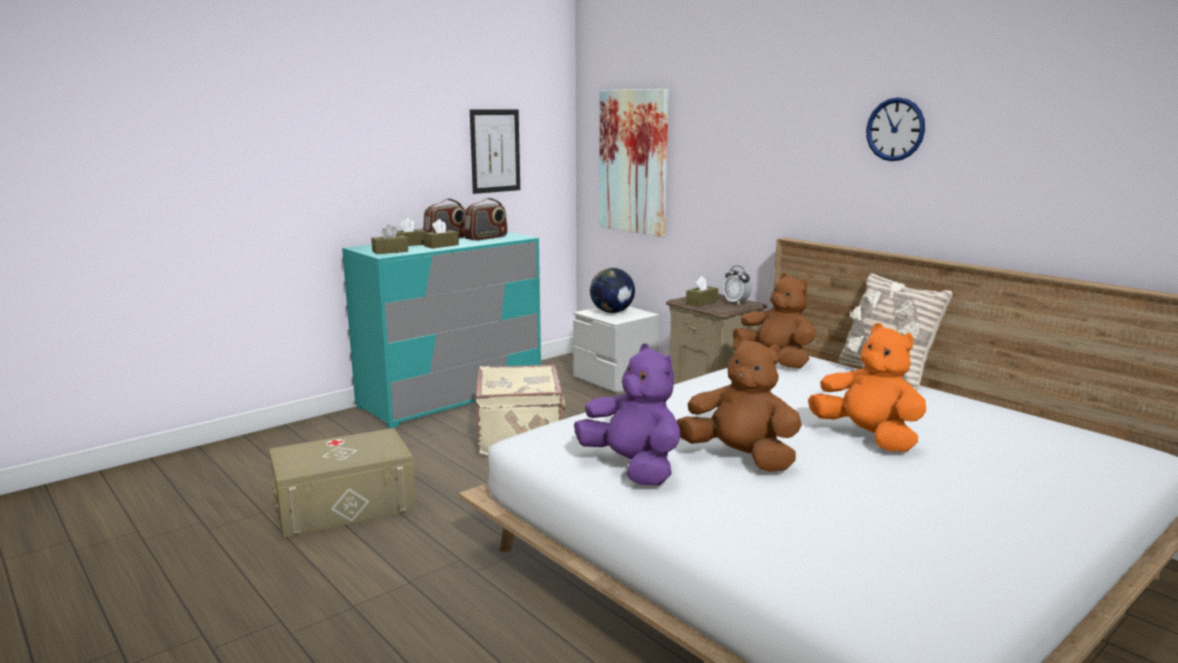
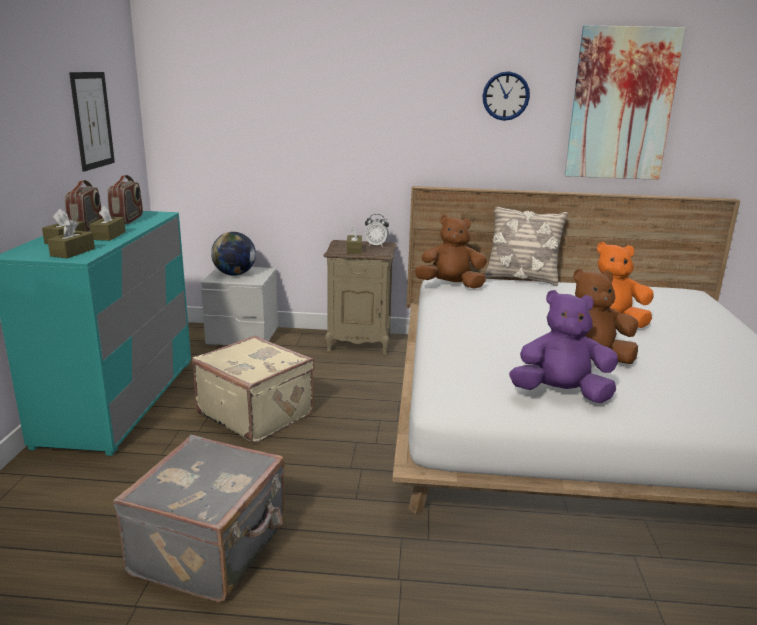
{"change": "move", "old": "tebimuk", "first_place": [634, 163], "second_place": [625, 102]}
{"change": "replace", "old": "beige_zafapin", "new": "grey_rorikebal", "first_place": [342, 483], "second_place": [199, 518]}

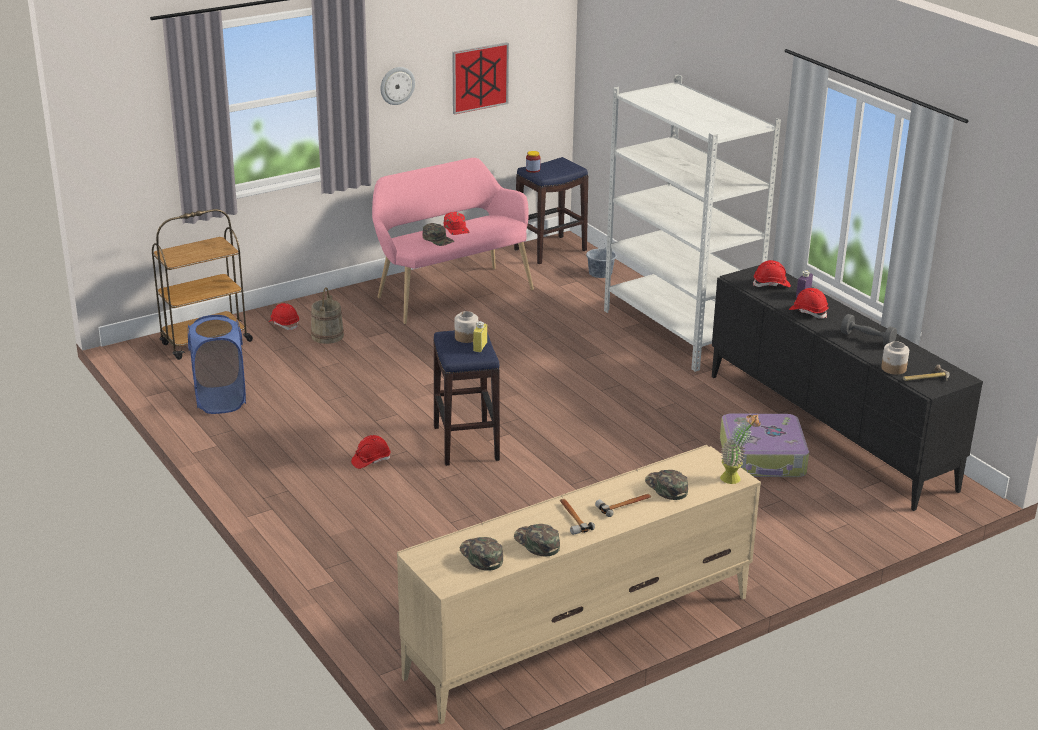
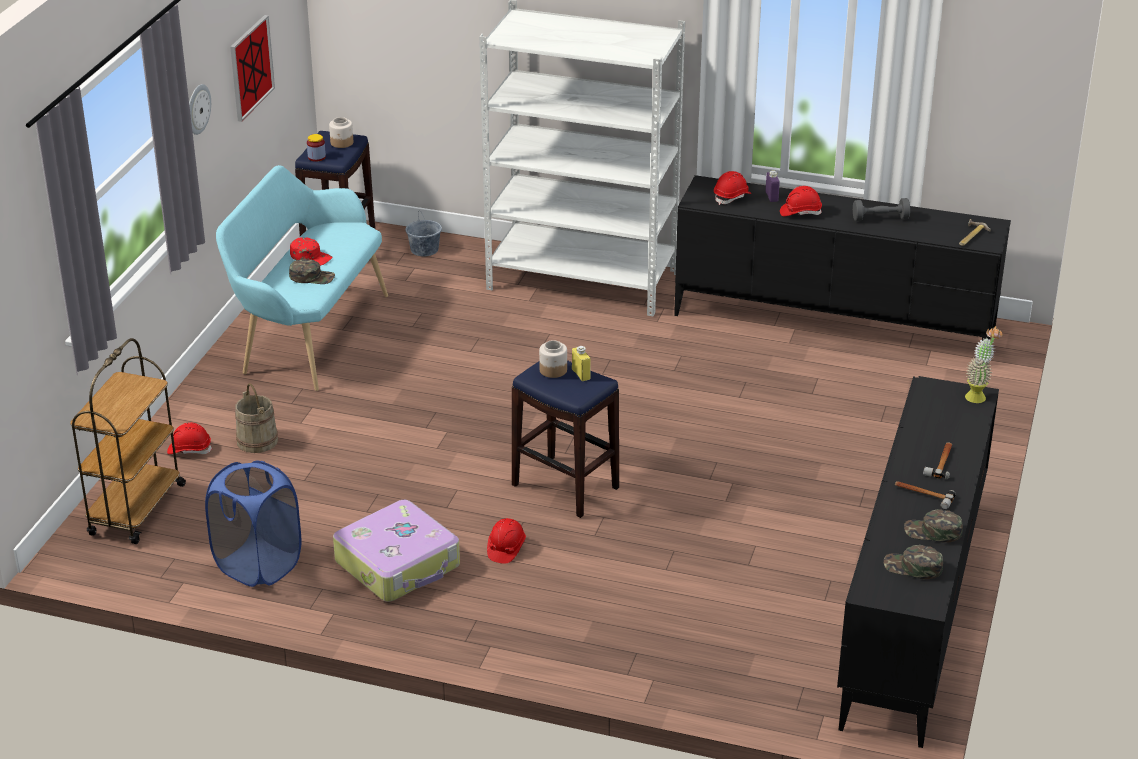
{"change": "recolor", "old": "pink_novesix", "new": "turquoise_novesix", "first_place": [453, 241], "second_place": [302, 278]}
{"change": "move", "old": "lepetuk", "first_place": [895, 358], "second_place": [341, 132]}
{"change": "move", "old": "rorikebal", "first_place": [764, 445], "second_place": [396, 551]}
{"change": "recolor", "old": "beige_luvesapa", "new": "black_luvesapa", "first_place": [579, 584], "second_place": [918, 562]}
{"change": "delete", "old": "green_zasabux", "first_place": [666, 485]}

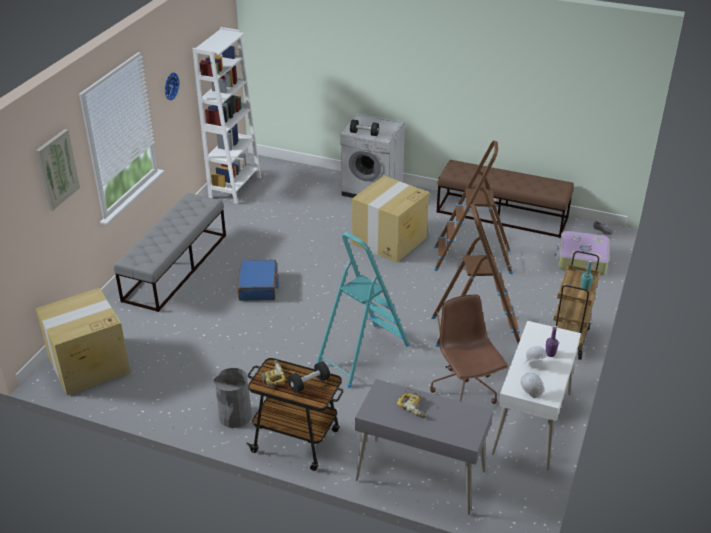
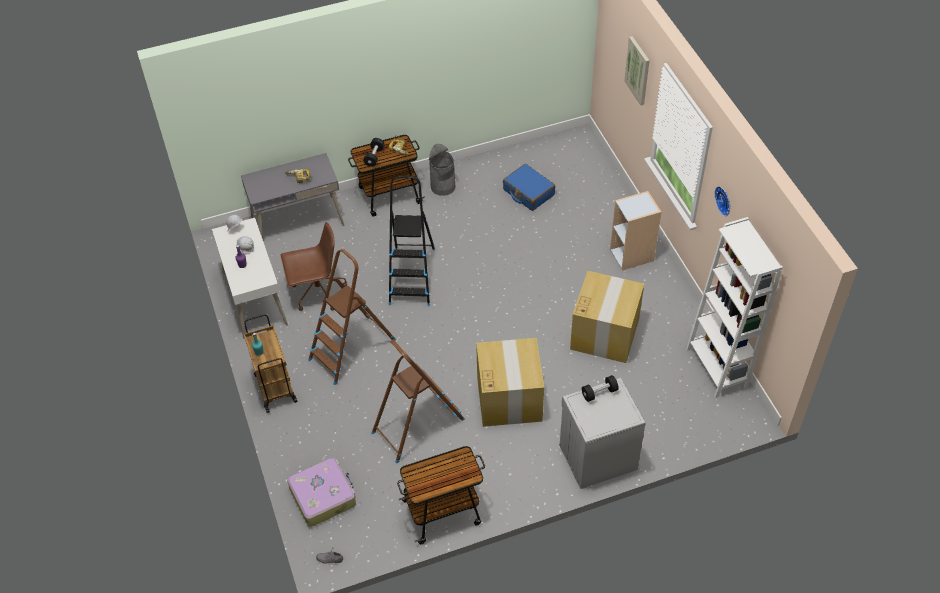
{"change": "replace", "old": "brown_novesix", "new": "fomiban", "first_place": [505, 199], "second_place": [441, 495]}
{"change": "replace", "old": "grey_novesix", "new": "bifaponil", "first_place": [170, 252], "second_place": [636, 231]}
{"change": "recolor", "old": "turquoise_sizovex", "new": "black_sizovex", "first_place": [362, 310], "second_place": [412, 240]}
{"change": "move", "old": "blue_rorikebal", "first_place": [258, 280], "second_place": [529, 187]}
{"change": "move", "old": "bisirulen", "first_place": [83, 341], "second_place": [607, 317]}
{"change": "rotate", "old": "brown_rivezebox", "first_place": [469, 349], "second_place": [313, 266], "degrees": -45}

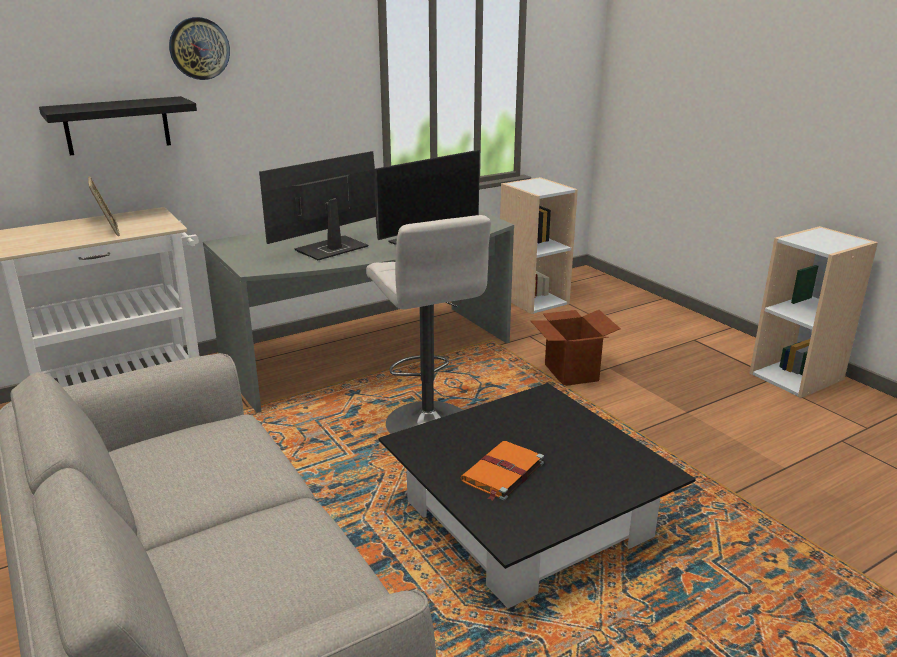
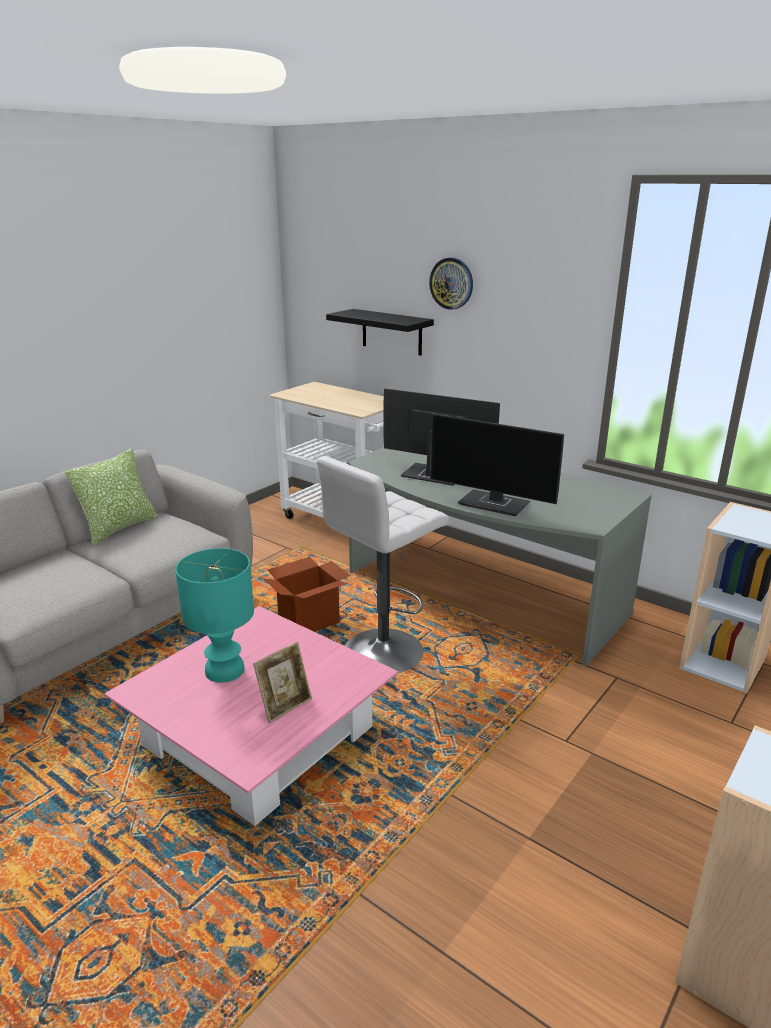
{"change": "move", "old": "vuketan", "first_place": [104, 206], "second_place": [282, 682]}
{"change": "move", "old": "bisirulen", "first_place": [575, 348], "second_place": [307, 594]}
{"change": "recolor", "old": "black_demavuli", "new": "pink_demavuli", "first_place": [537, 495], "second_place": [251, 716]}
{"change": "replace", "old": "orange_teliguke", "new": "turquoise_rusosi", "first_place": [502, 471], "second_place": [214, 615]}
{"change": "insert", "new": "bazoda", "second_place": [111, 496]}

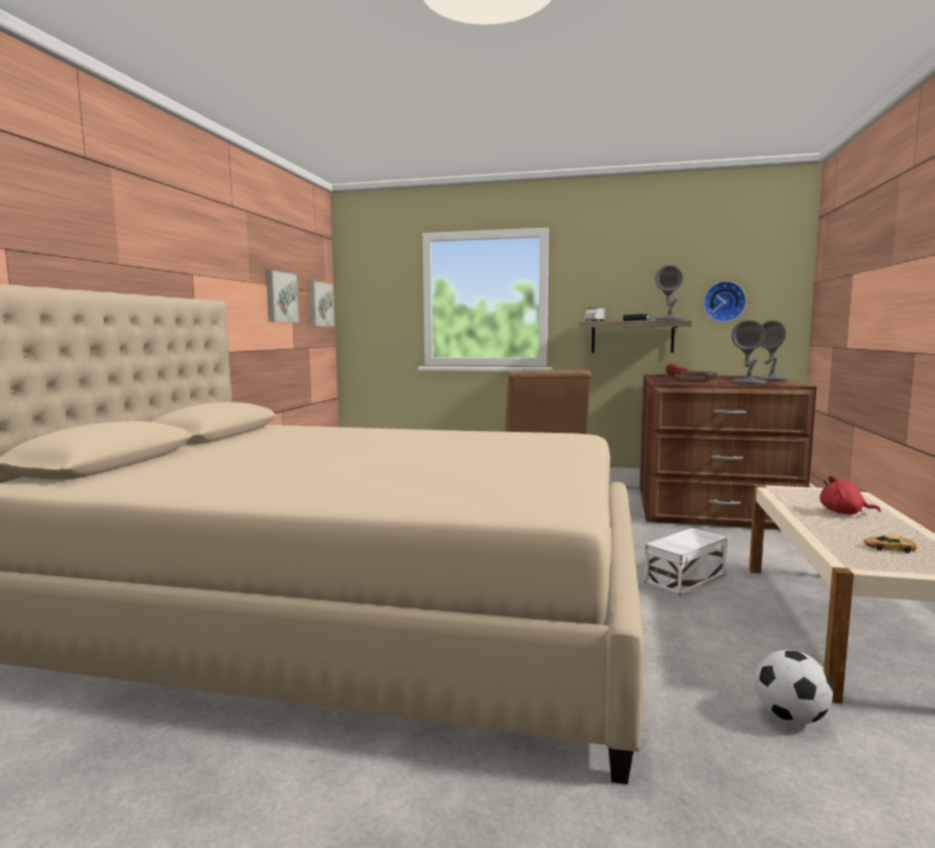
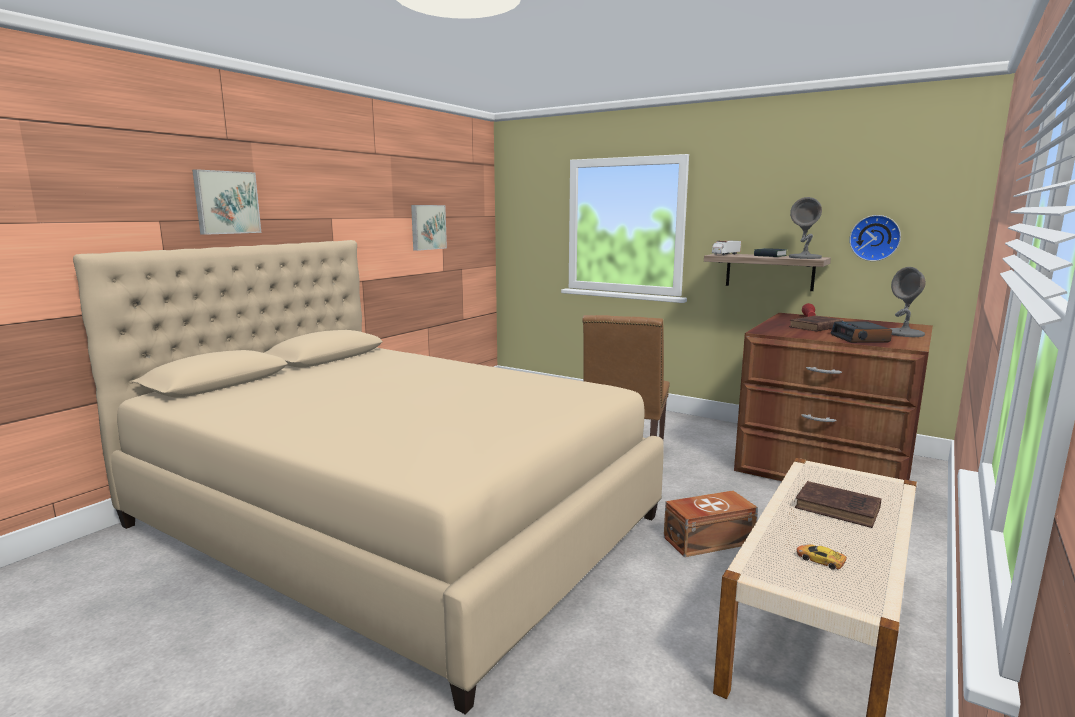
{"change": "move", "old": "tebimuk", "first_place": [321, 303], "second_place": [226, 202]}
{"change": "replace", "old": "grey_rusosi", "new": "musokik", "first_place": [749, 352], "second_place": [861, 332]}
{"change": "replace", "old": "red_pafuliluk", "new": "brown_teliguke", "first_place": [850, 495], "second_place": [838, 504]}
{"change": "recolor", "old": "white_zafapin", "new": "brown_zafapin", "first_place": [685, 562], "second_place": [711, 524]}
{"change": "delete", "old": "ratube", "first_place": [794, 687]}

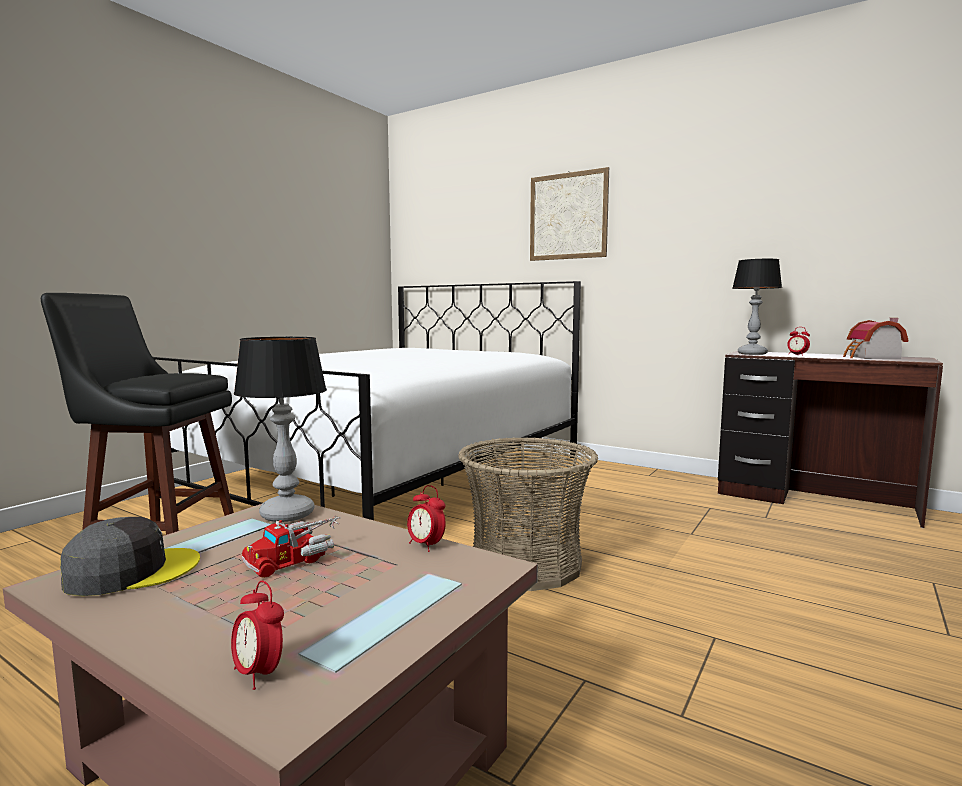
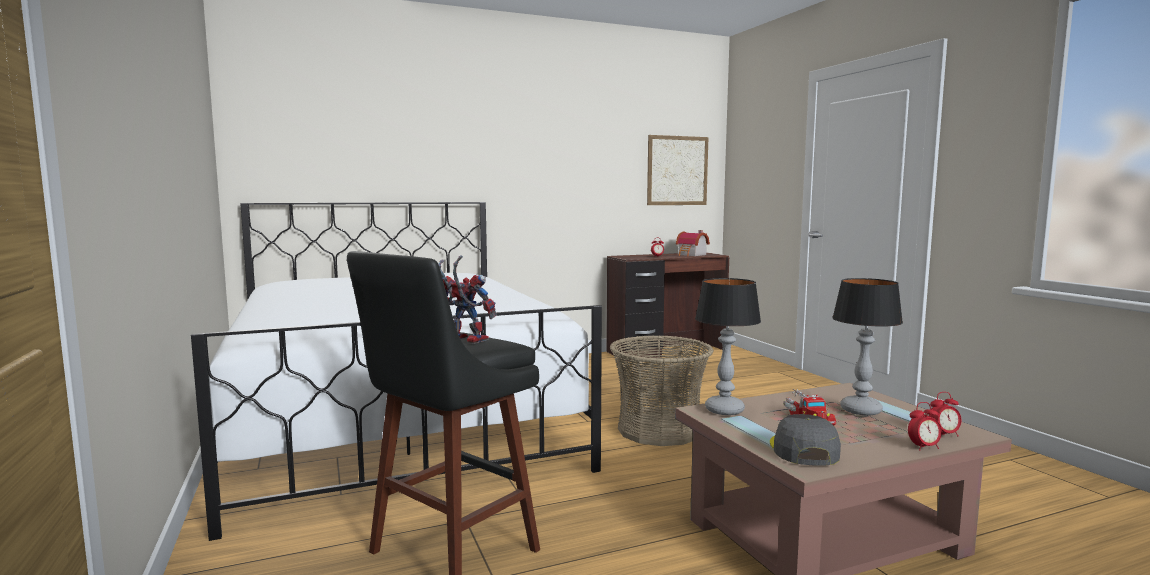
{"change": "move", "old": "tebimuk", "first_place": [569, 214], "second_place": [677, 169]}
{"change": "move", "old": "rusosi", "first_place": [757, 307], "second_place": [867, 347]}
{"change": "move", "old": "musokik", "first_place": [426, 518], "second_place": [925, 426]}
{"change": "insert", "new": "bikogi", "second_place": [467, 299]}

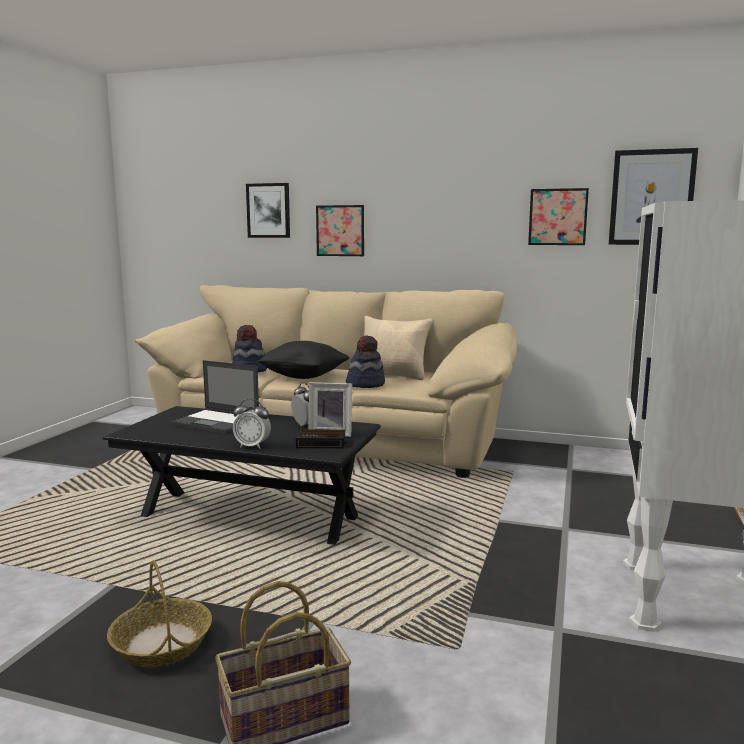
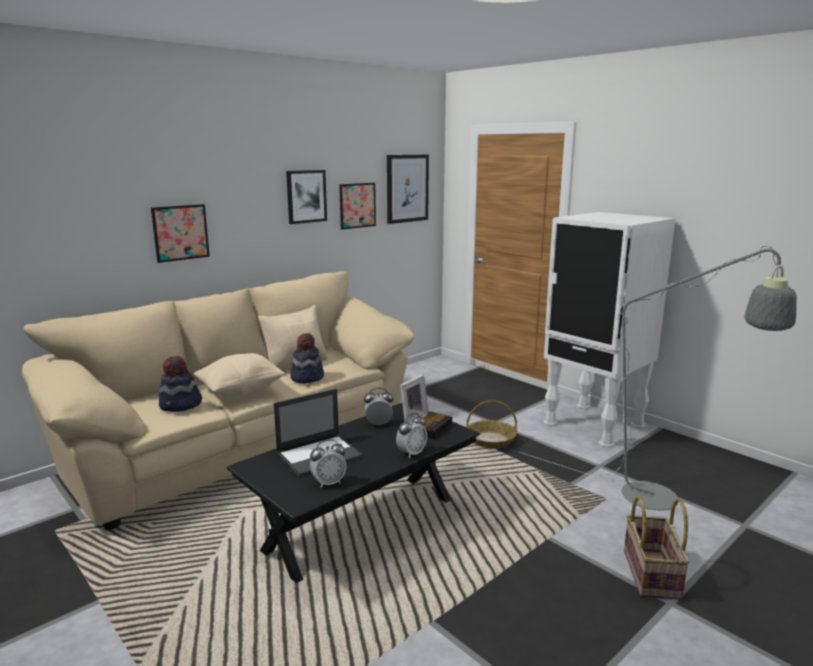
{"change": "move", "old": "tebimuk", "first_place": [268, 210], "second_place": [306, 197]}
{"change": "recolor", "old": "black_bazoda", "new": "beige_bazoda", "first_place": [304, 360], "second_place": [239, 374]}
{"change": "move", "old": "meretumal", "first_place": [159, 613], "second_place": [491, 424]}
{"change": "insert", "new": "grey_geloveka", "second_place": [658, 378]}
{"change": "insert", "new": "musokik", "second_place": [328, 463]}

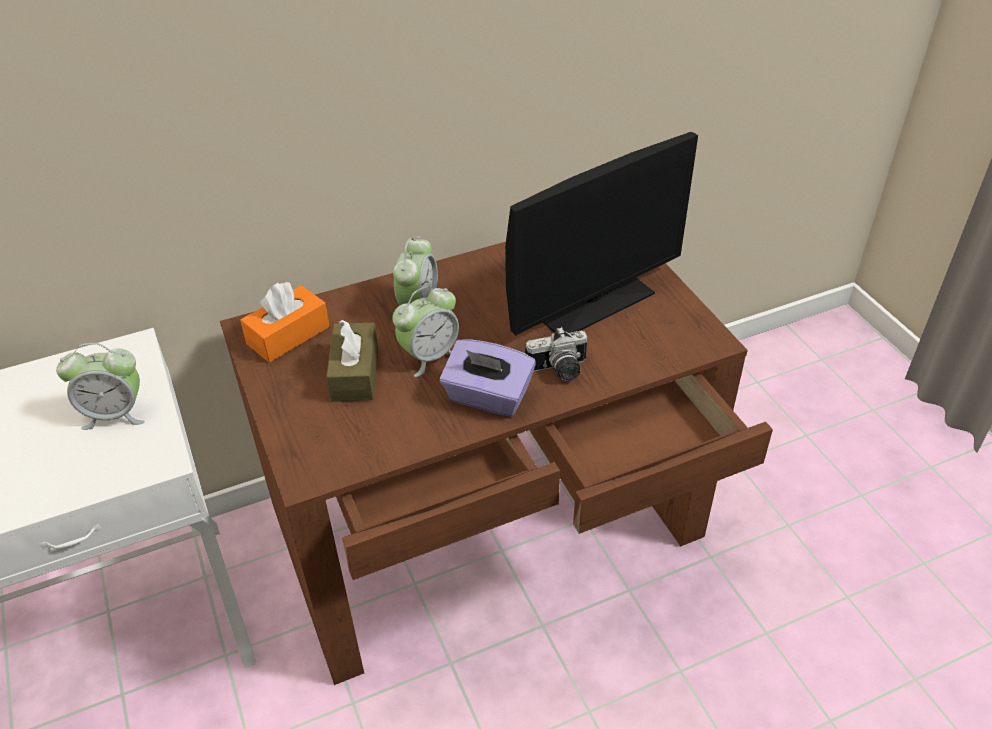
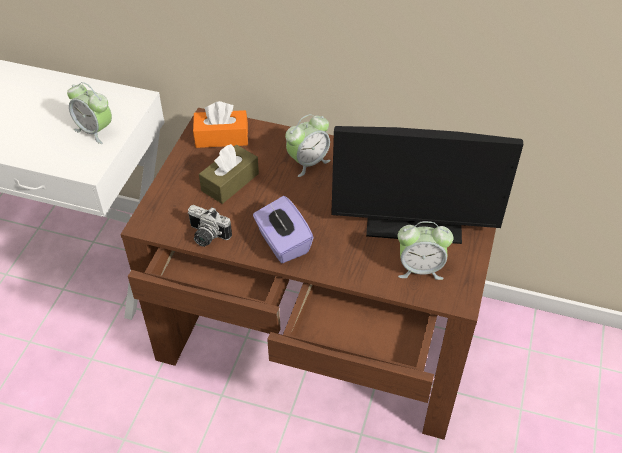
{"change": "move", "old": "musokik", "first_place": [425, 331], "second_place": [425, 250]}
{"change": "move", "old": "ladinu", "first_place": [556, 354], "second_place": [210, 226]}

